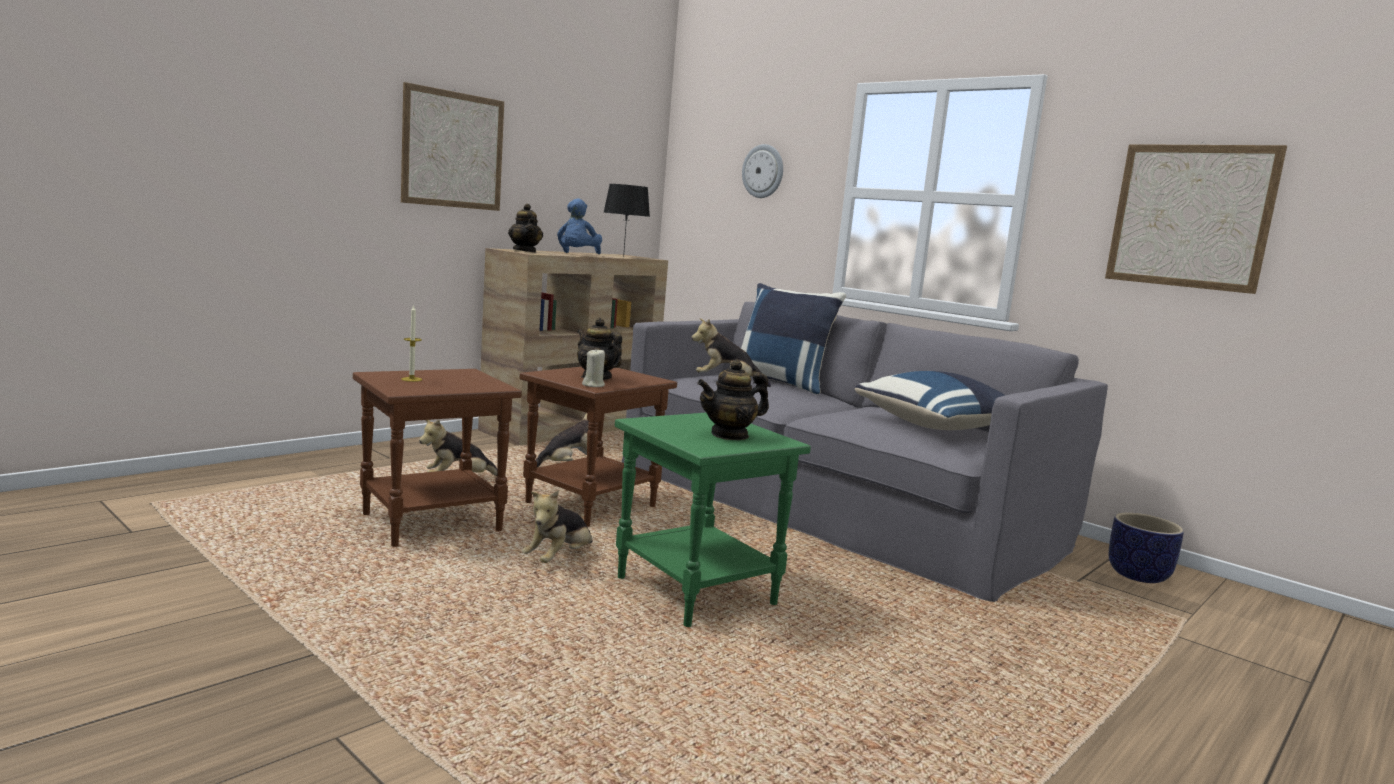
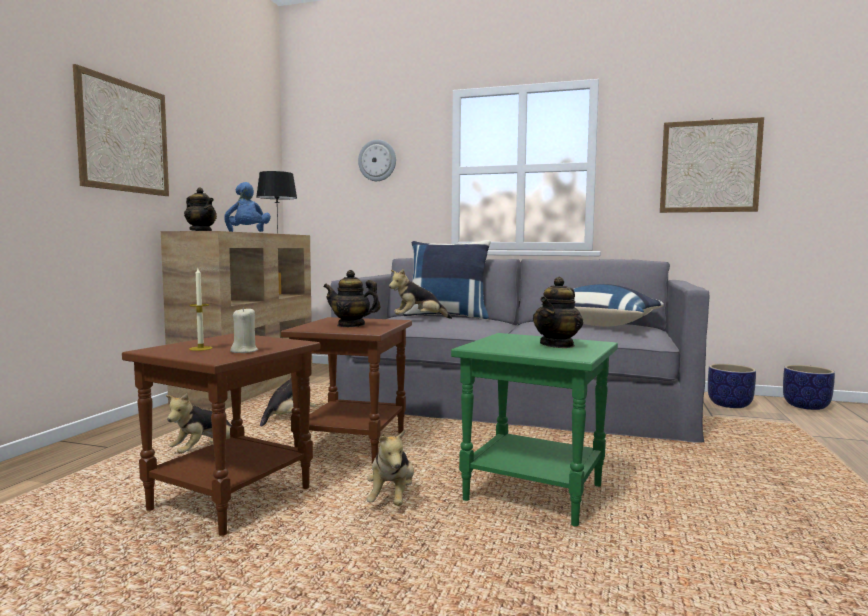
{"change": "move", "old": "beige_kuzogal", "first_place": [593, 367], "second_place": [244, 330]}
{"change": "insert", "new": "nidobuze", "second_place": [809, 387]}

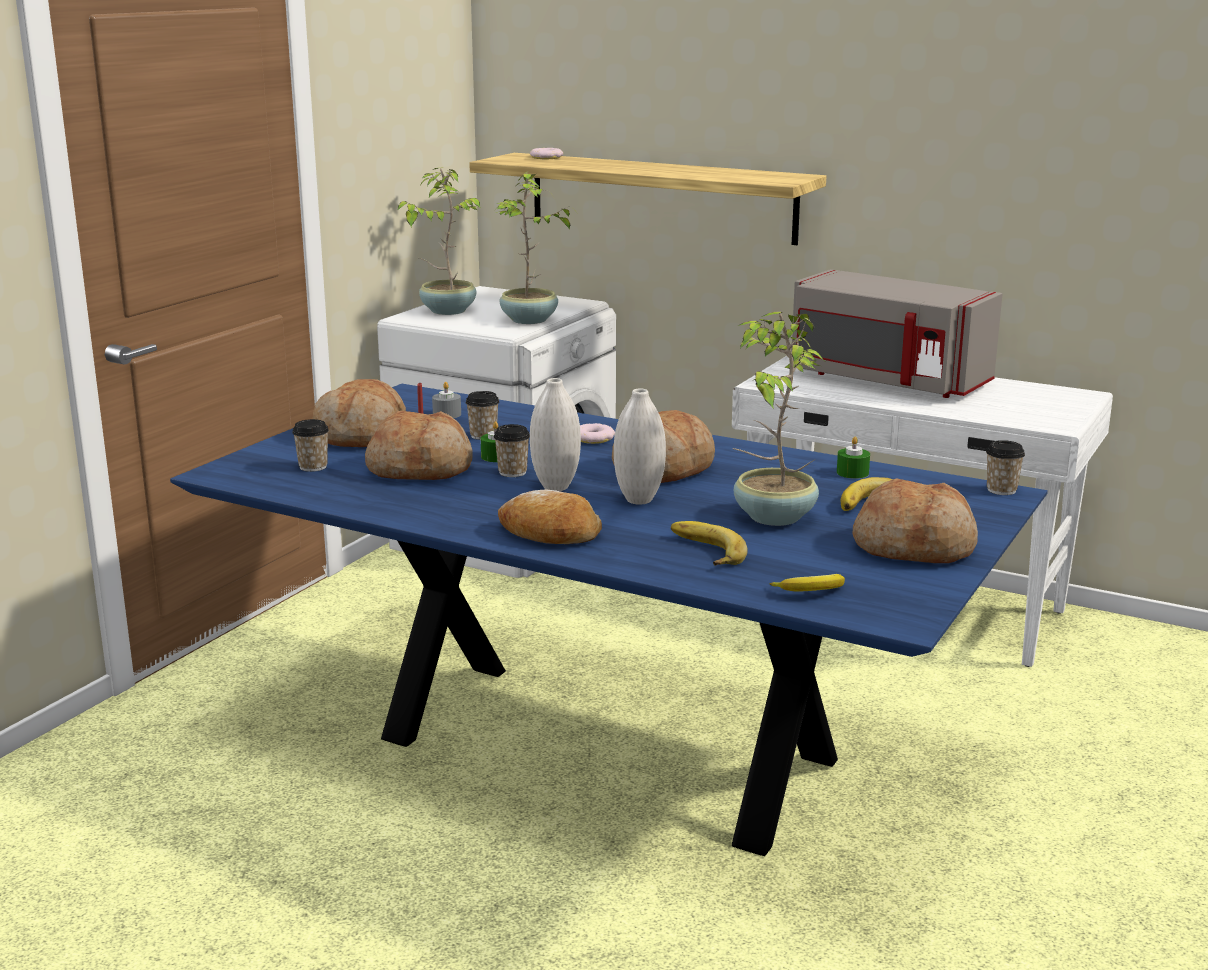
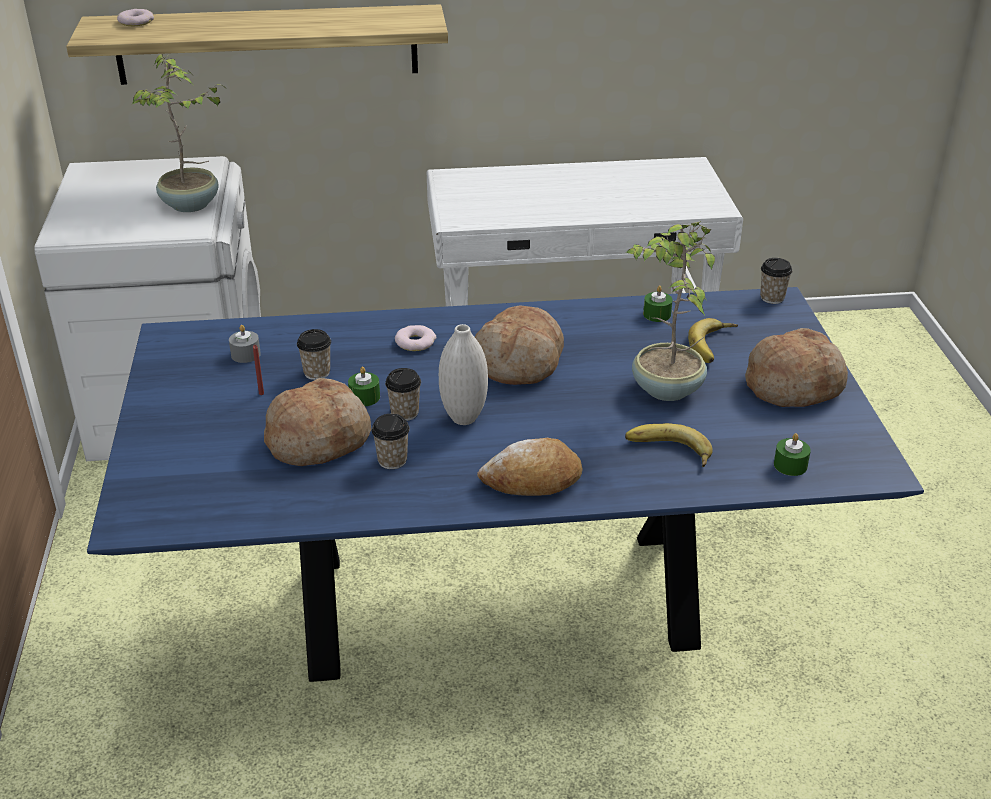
{"change": "delete", "old": "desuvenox", "first_place": [439, 241]}
{"change": "delete", "old": "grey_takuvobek", "first_place": [896, 333]}
{"change": "delete", "old": "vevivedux", "first_place": [359, 413]}
{"change": "delete", "old": "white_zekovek", "first_place": [640, 446]}
{"change": "move", "old": "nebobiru", "first_place": [310, 445], "second_place": [391, 441]}
{"change": "replace", "old": "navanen", "new": "green_kuzogal", "first_place": [807, 583], "second_place": [792, 454]}

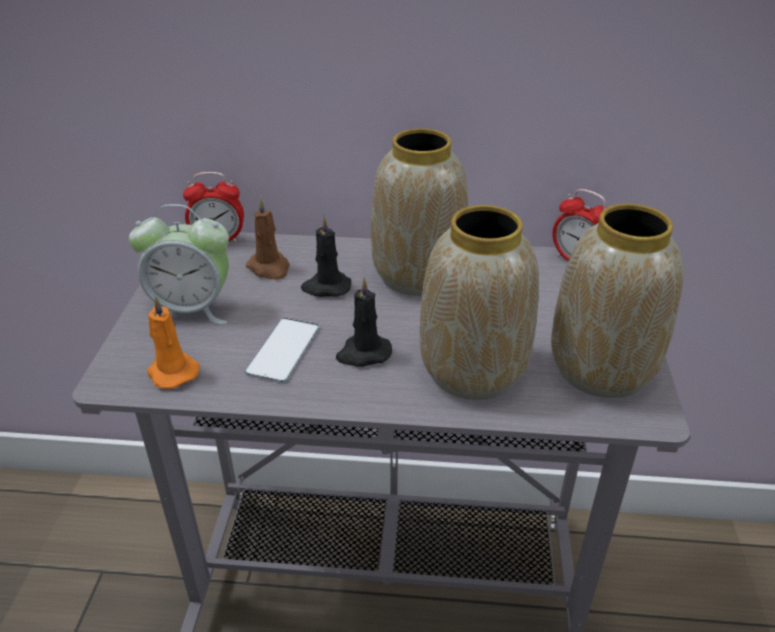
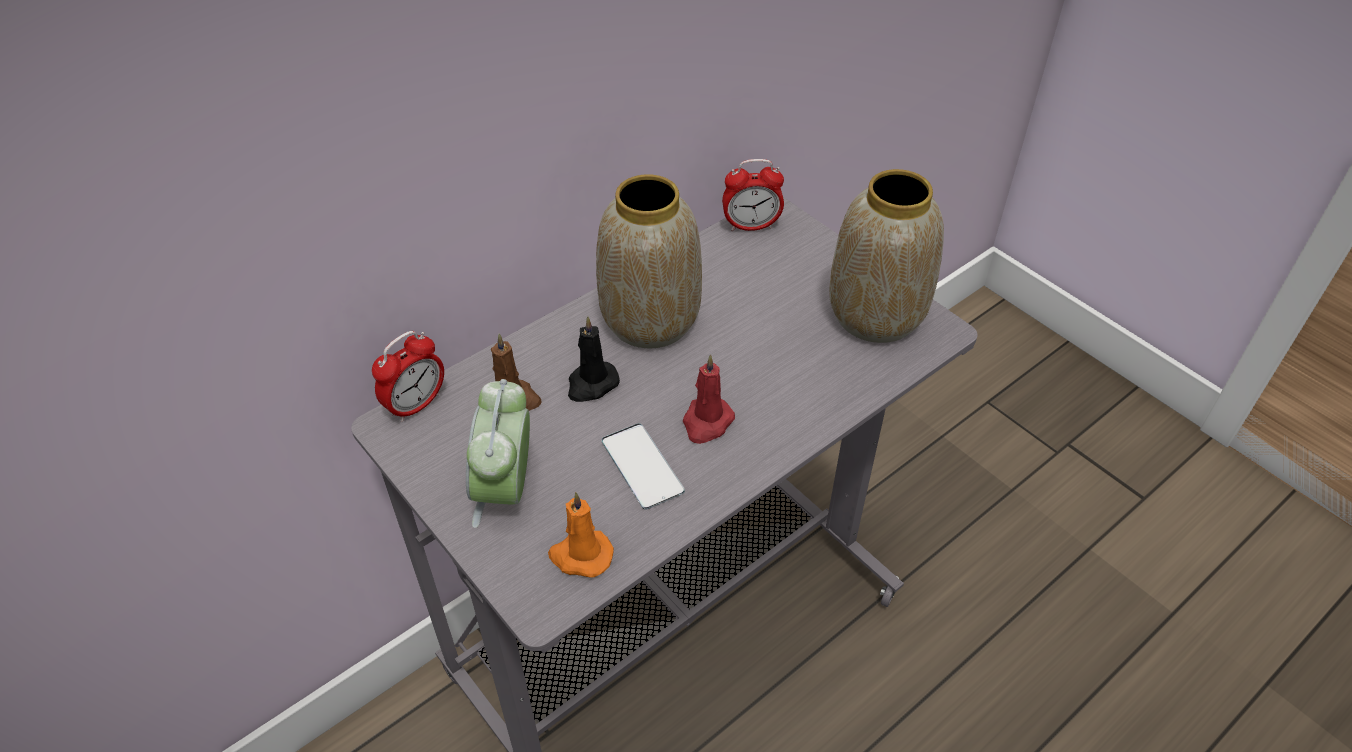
{"change": "rotate", "old": "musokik", "first_place": [179, 264], "second_place": [498, 453], "degrees": 135}
{"change": "delete", "old": "zekovek", "first_place": [479, 302]}
{"change": "recolor", "old": "black_kuzogal", "new": "red_kuzogal", "first_place": [364, 322], "second_place": [709, 399]}

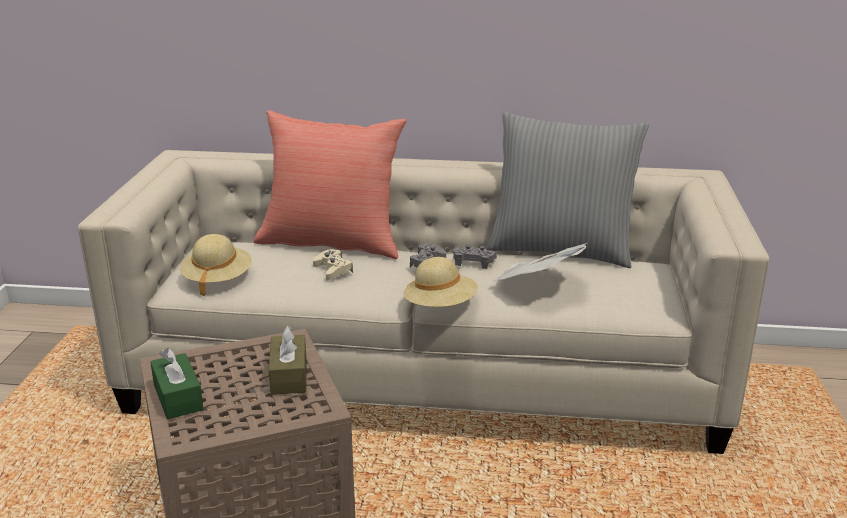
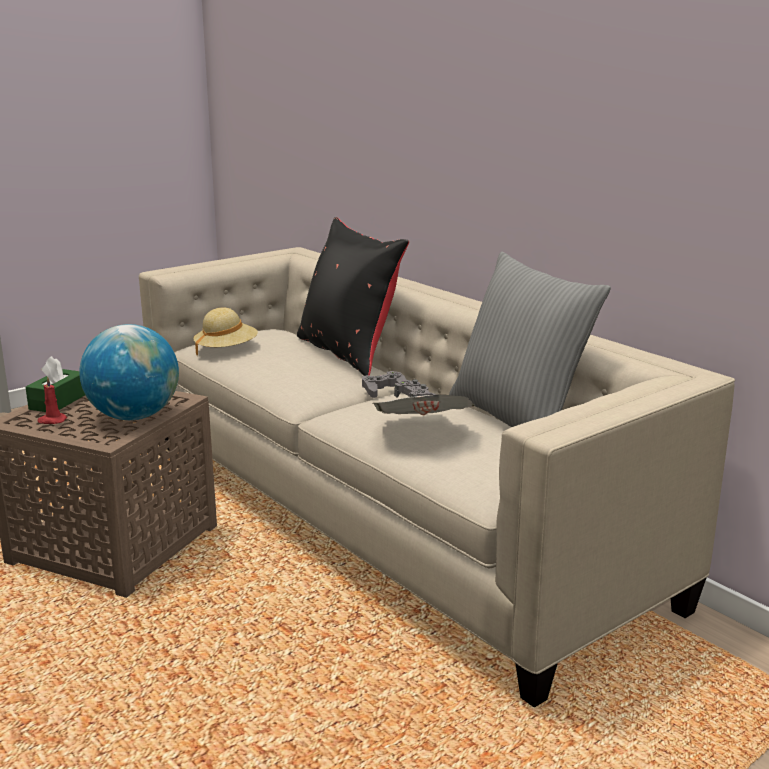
{"change": "recolor", "old": "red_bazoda", "new": "black_bazoda", "first_place": [330, 184], "second_place": [353, 296]}
{"change": "delete", "old": "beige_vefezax", "first_place": [333, 265]}
{"change": "delete", "old": "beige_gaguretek", "first_place": [441, 282]}
{"change": "replace", "old": "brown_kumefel", "new": "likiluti", "first_place": [287, 360], "second_place": [129, 372]}
{"change": "insert", "new": "red_kuzogal", "second_place": [52, 400]}

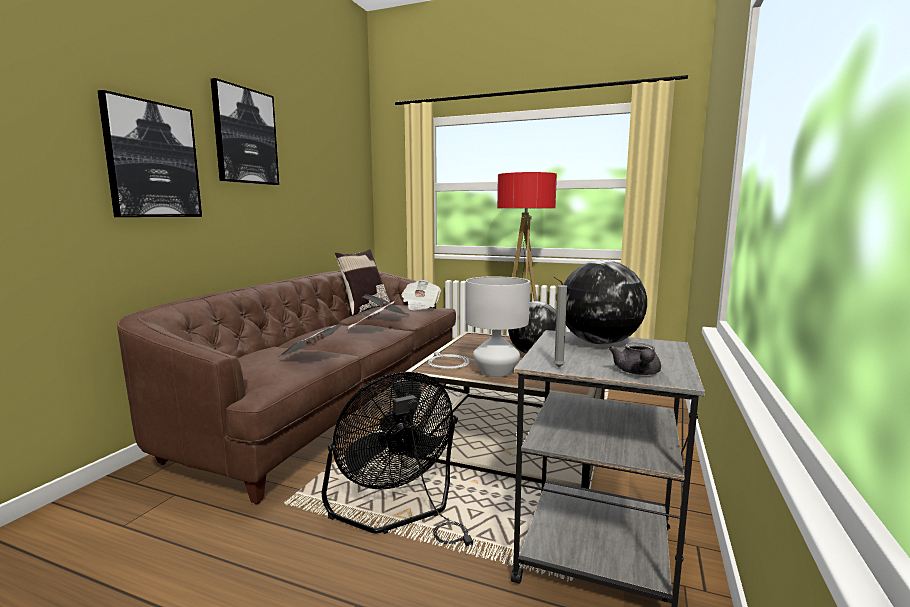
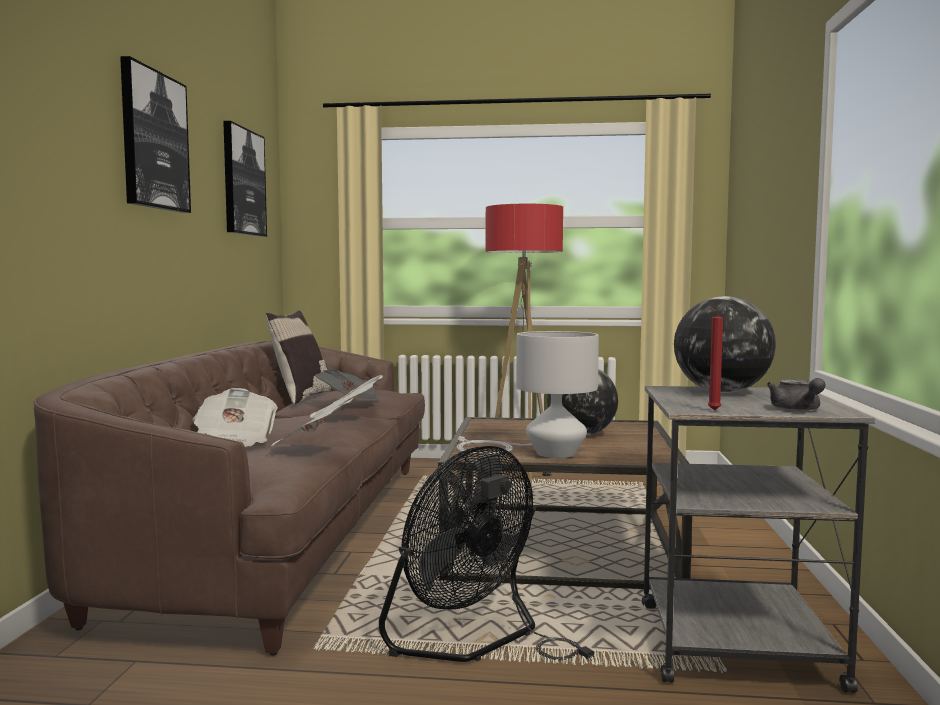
{"change": "move", "old": "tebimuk", "first_place": [150, 153], "second_place": [245, 179]}
{"change": "recolor", "old": "grey_kuzogal", "new": "red_kuzogal", "first_place": [560, 322], "second_place": [715, 359]}
{"change": "move", "old": "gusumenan", "first_place": [421, 295], "second_place": [235, 417]}

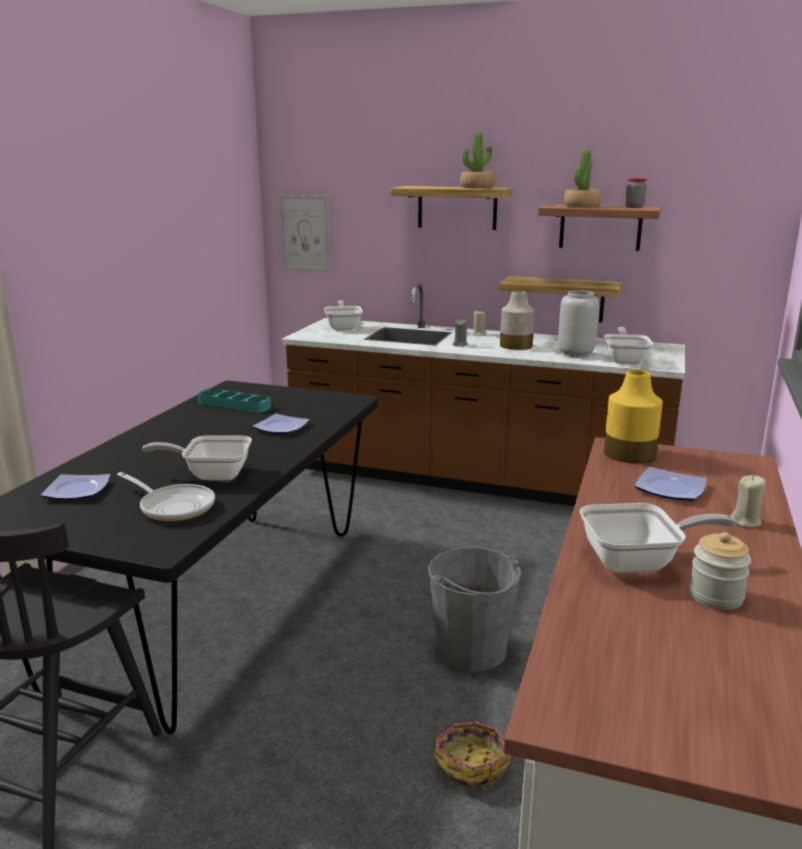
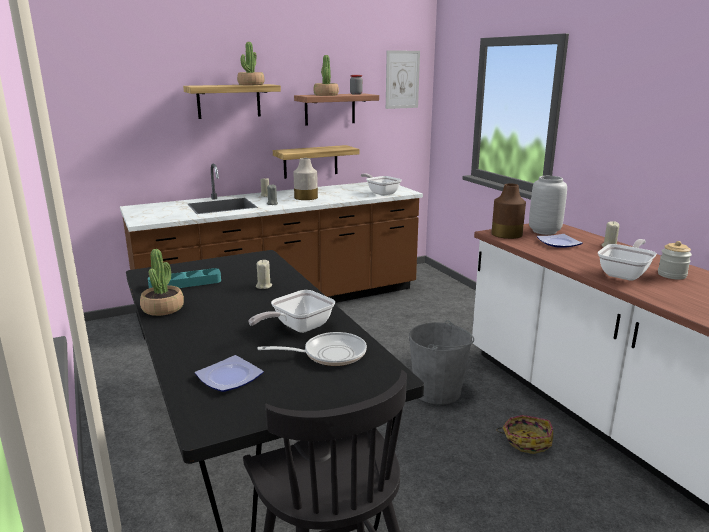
{"change": "move", "old": "tebimuk", "first_place": [305, 233], "second_place": [403, 79]}
{"change": "move", "old": "grey_zekovek", "first_place": [578, 323], "second_place": [548, 205]}
{"change": "delete", "old": "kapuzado", "first_place": [343, 315]}
{"change": "recolor", "old": "yellow_zekovek", "new": "brown_zekovek", "first_place": [633, 416], "second_place": [508, 211]}
{"change": "replace", "old": "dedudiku", "new": "beige_kuzogal", "first_place": [281, 424], "second_place": [264, 274]}
{"change": "insert", "new": "desuvenox", "second_place": [162, 282]}

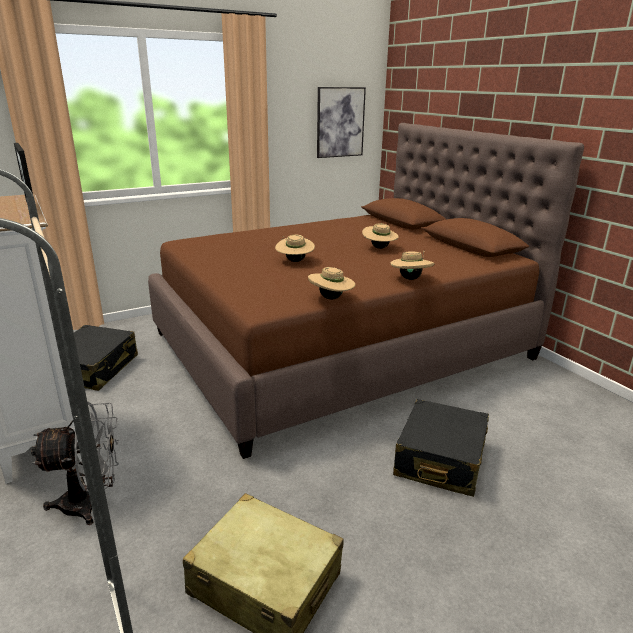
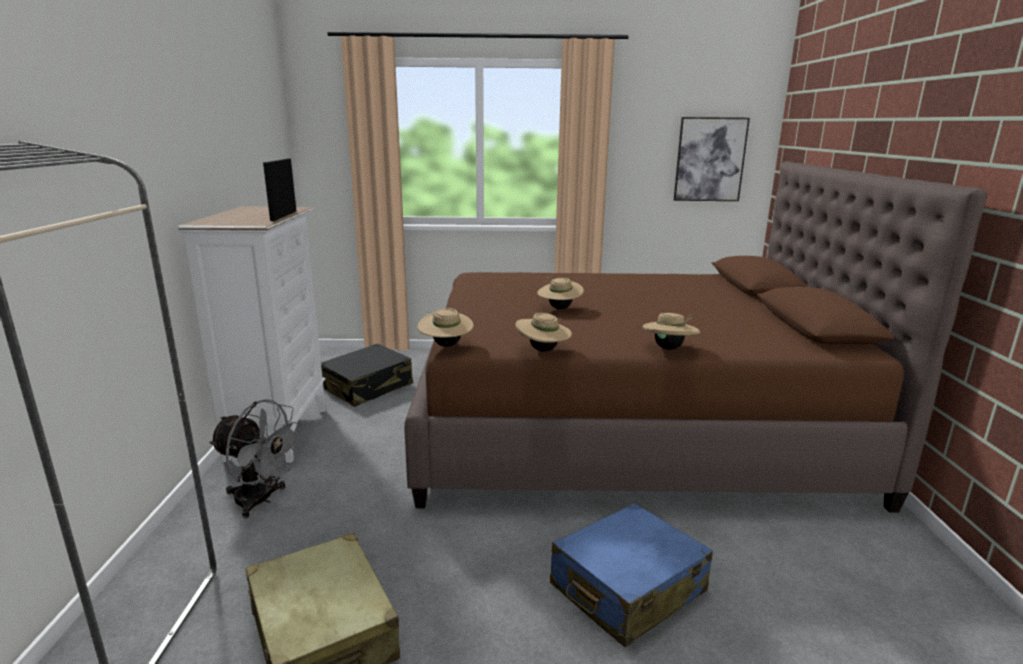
{"change": "move", "old": "beige_gaguretek", "first_place": [380, 236], "second_place": [446, 327]}
{"change": "recolor", "old": "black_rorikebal", "new": "blue_rorikebal", "first_place": [441, 448], "second_place": [631, 575]}

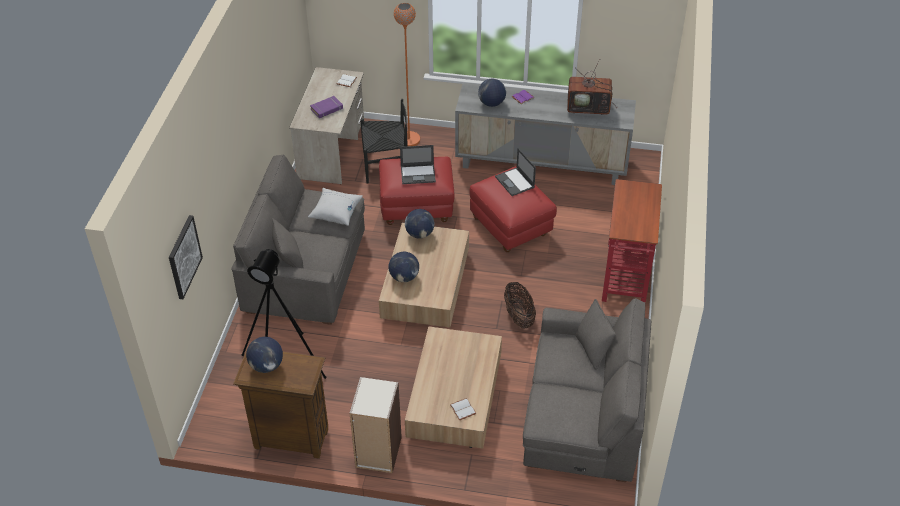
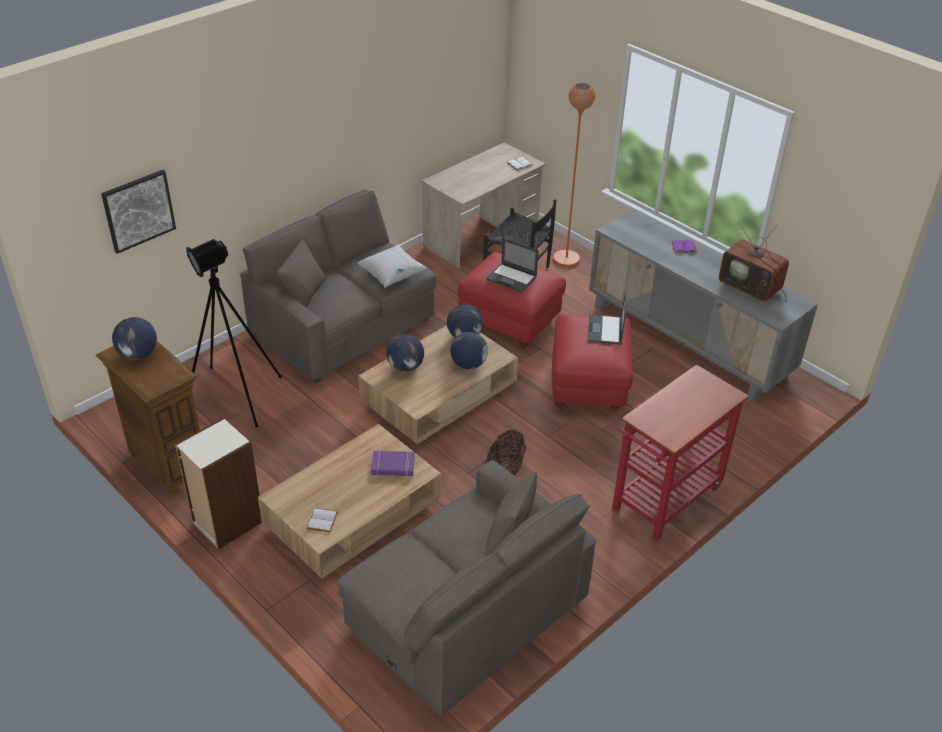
{"change": "move", "old": "likiluti", "first_place": [492, 93], "second_place": [469, 350]}
{"change": "move", "old": "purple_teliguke", "first_place": [326, 107], "second_place": [393, 464]}

